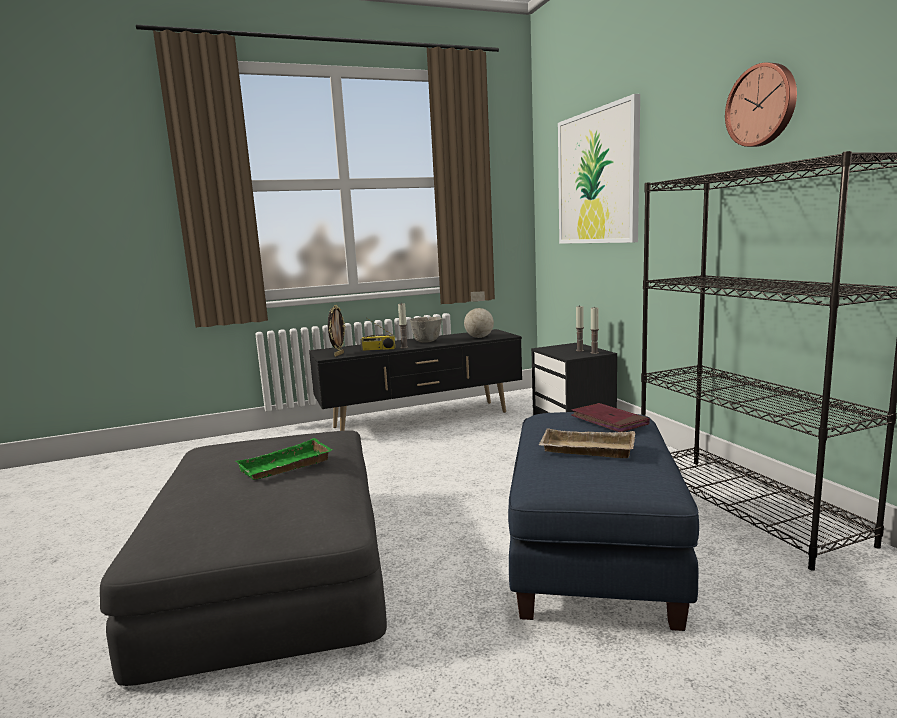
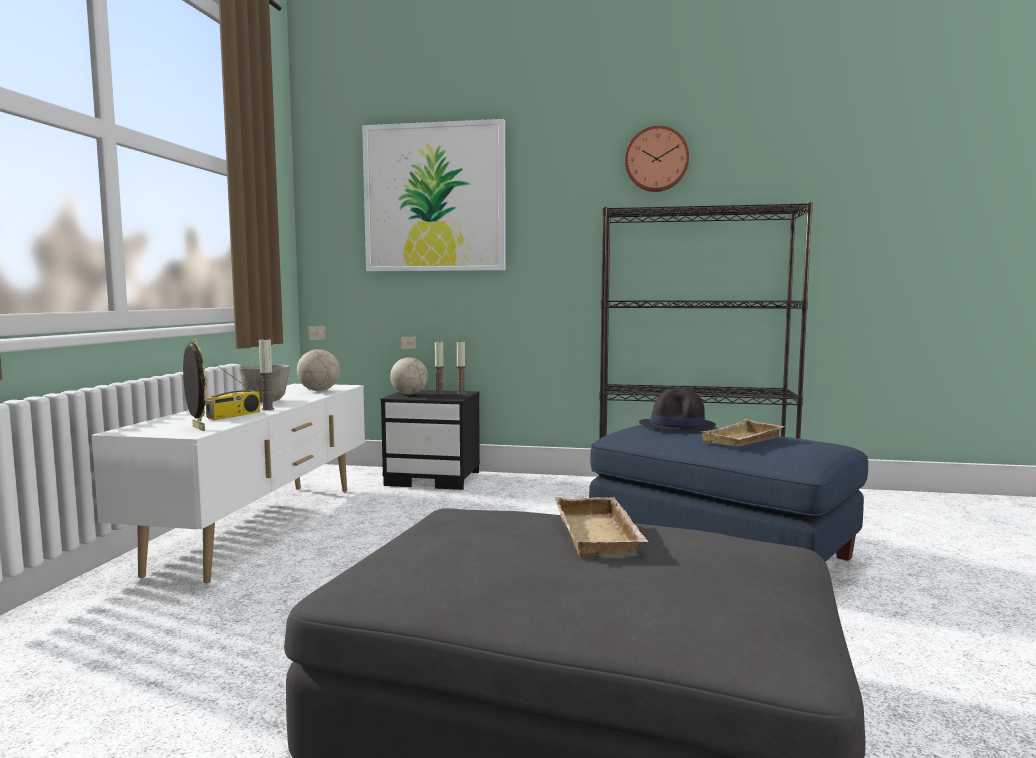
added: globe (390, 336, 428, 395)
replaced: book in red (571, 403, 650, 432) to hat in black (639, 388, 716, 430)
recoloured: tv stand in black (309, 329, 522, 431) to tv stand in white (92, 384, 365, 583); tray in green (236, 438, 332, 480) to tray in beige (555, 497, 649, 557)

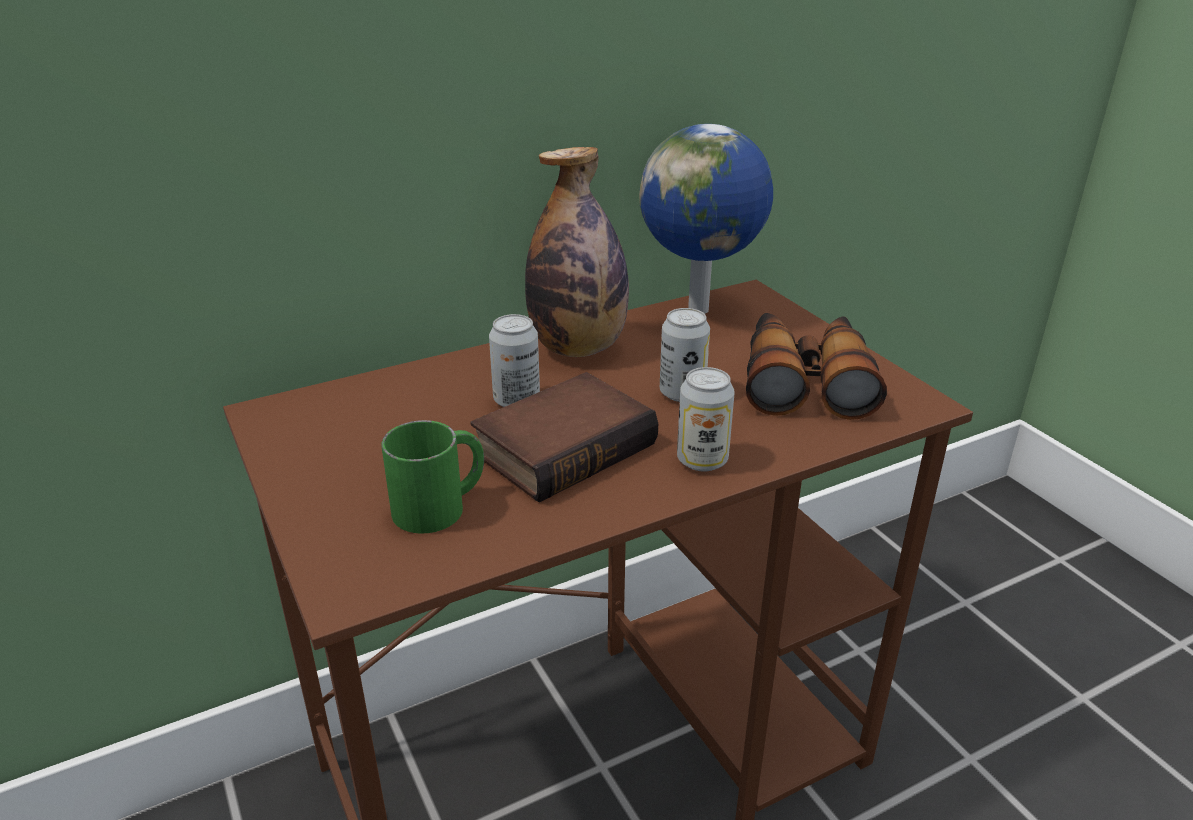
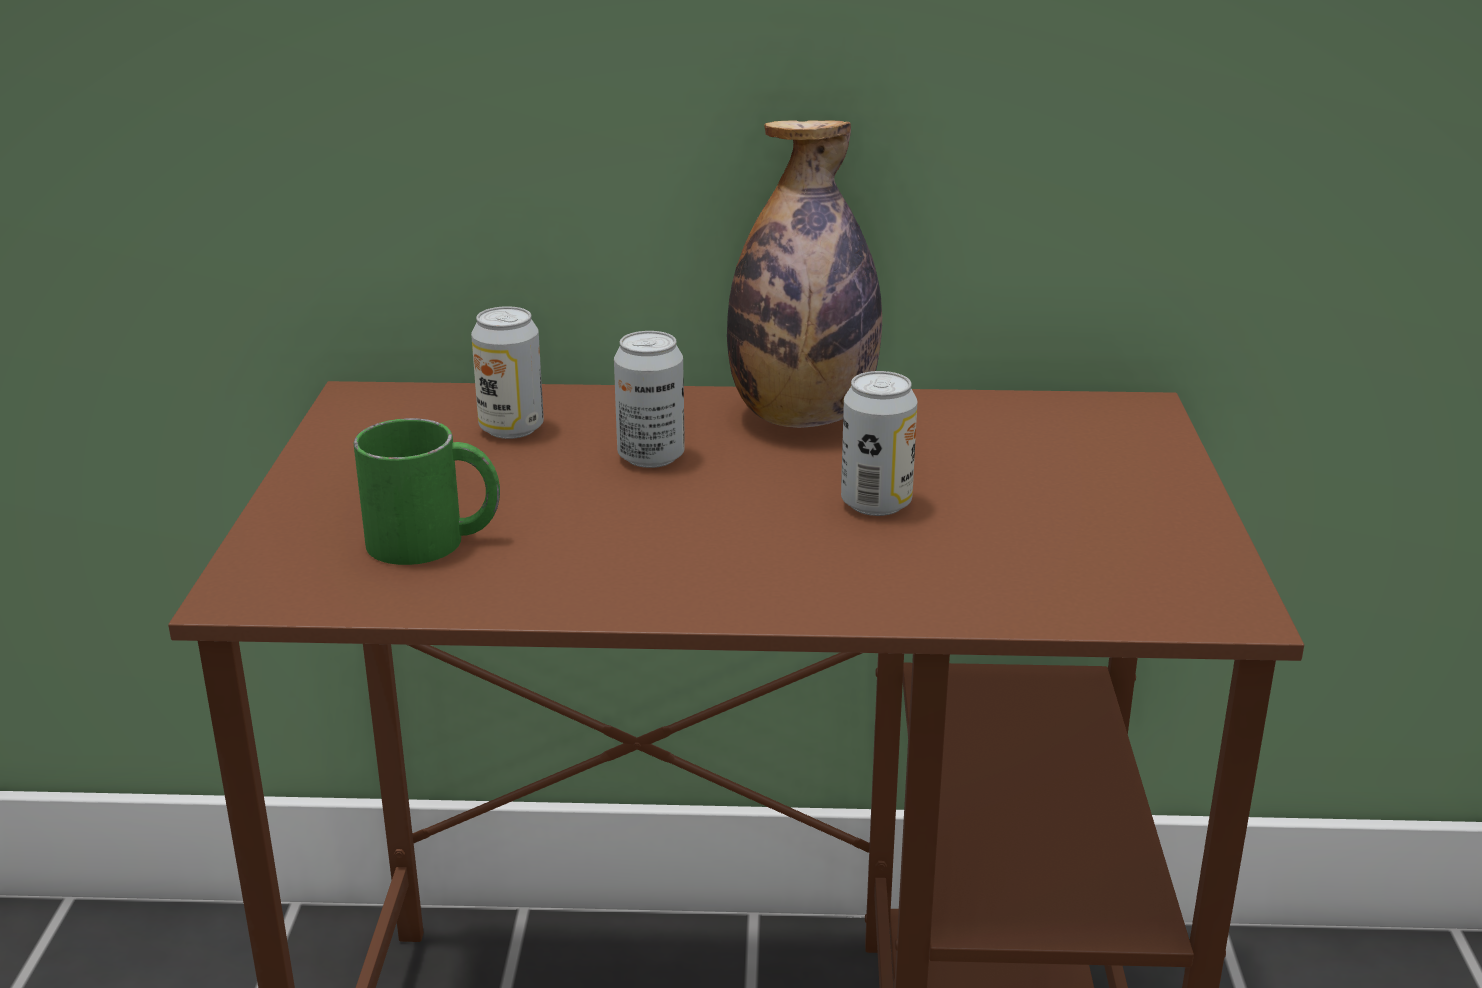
removed: book (470, 372, 658, 502); globe (639, 124, 773, 314); binoculars (746, 313, 887, 420)
moved: can (677, 367, 735, 472) to (471, 306, 544, 439)

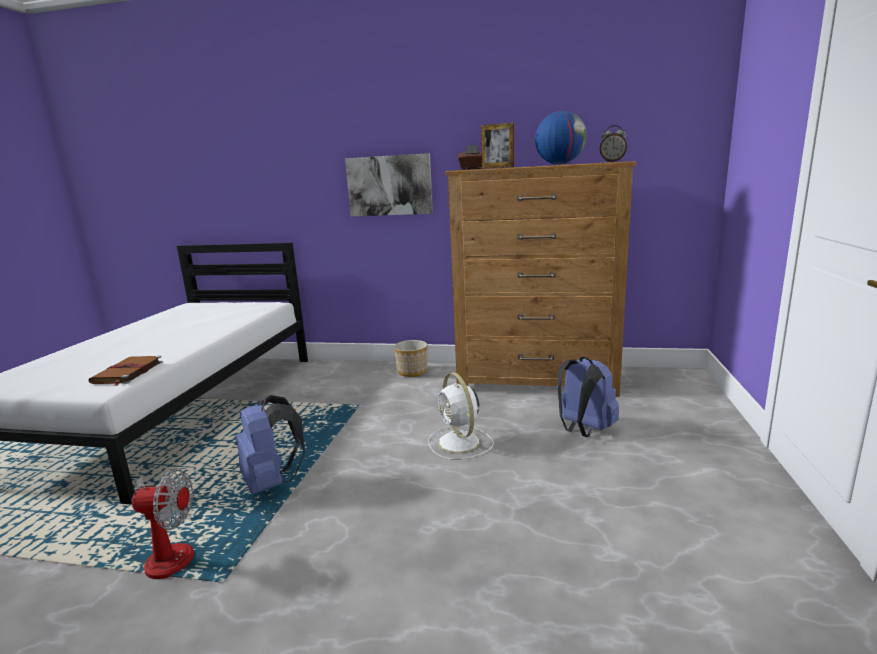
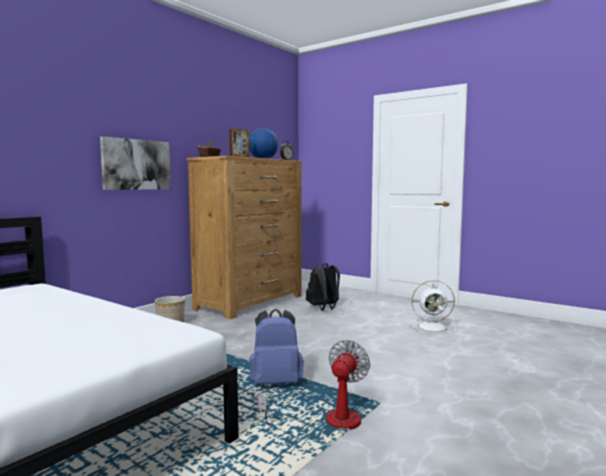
removed: book in brown (88, 356, 163, 386)
moved: fan in white (428, 372, 494, 460) to (409, 280, 455, 334)
recoloured: backpack in blue (557, 357, 619, 437) to backpack in black (306, 263, 340, 311)

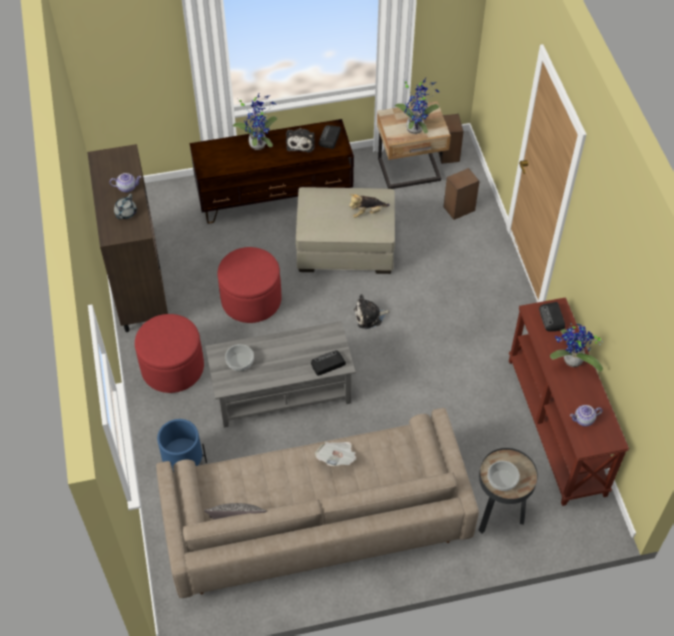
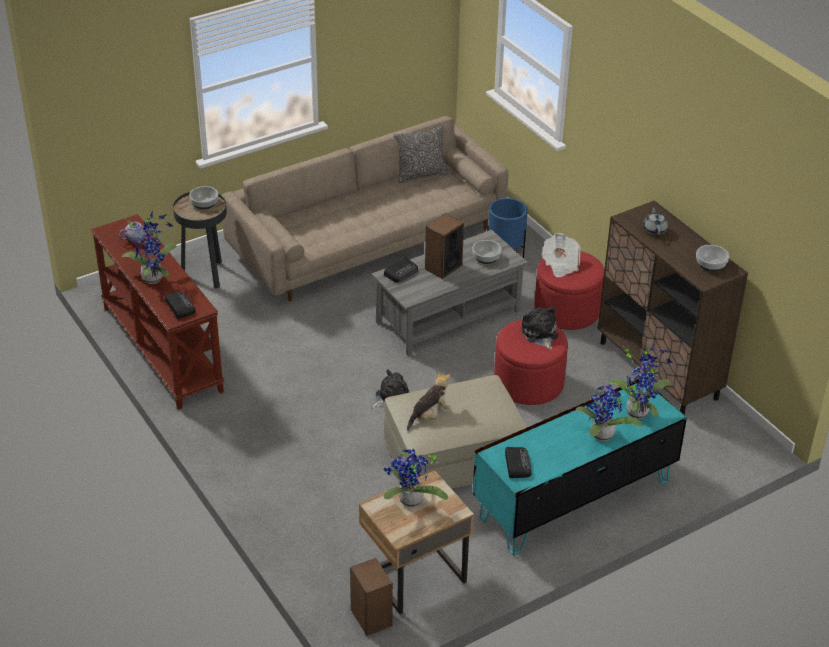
removed: teapot (110, 173, 141, 193)
added: potted plant (609, 344, 673, 419); bowl (696, 245, 729, 271)
moved: speaker (444, 168, 479, 220) to (425, 213, 464, 279); plush toy (286, 128, 315, 153) to (521, 306, 558, 350); newspaper (315, 442, 357, 466) to (541, 233, 581, 277)
recoloured: tv stand in brown (190, 119, 354, 224) to tv stand in turquoise (473, 378, 687, 555)

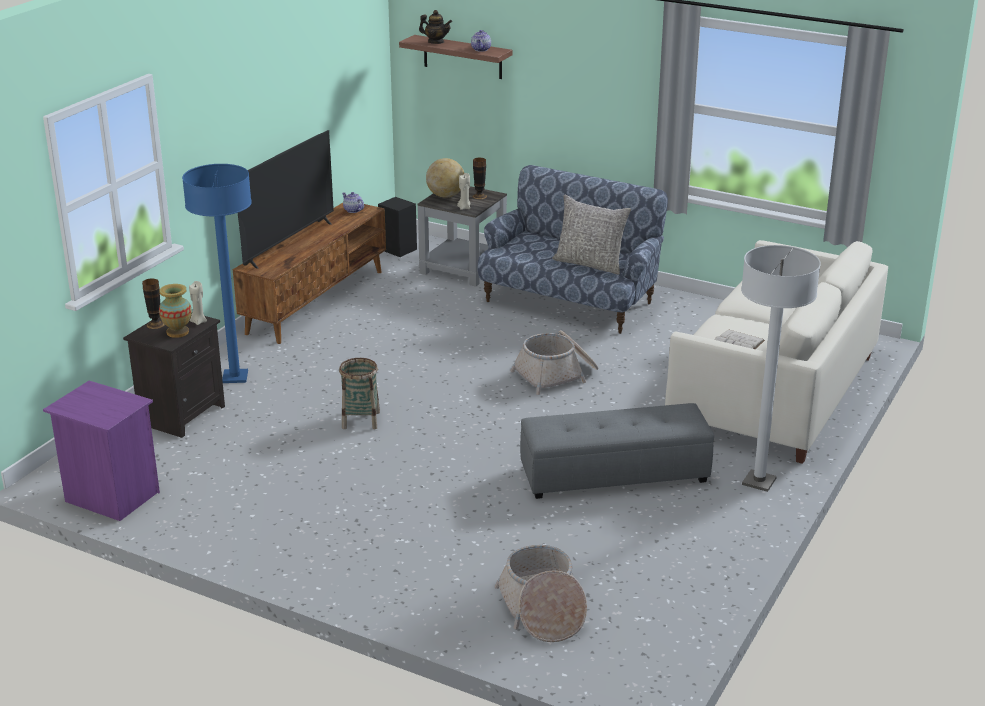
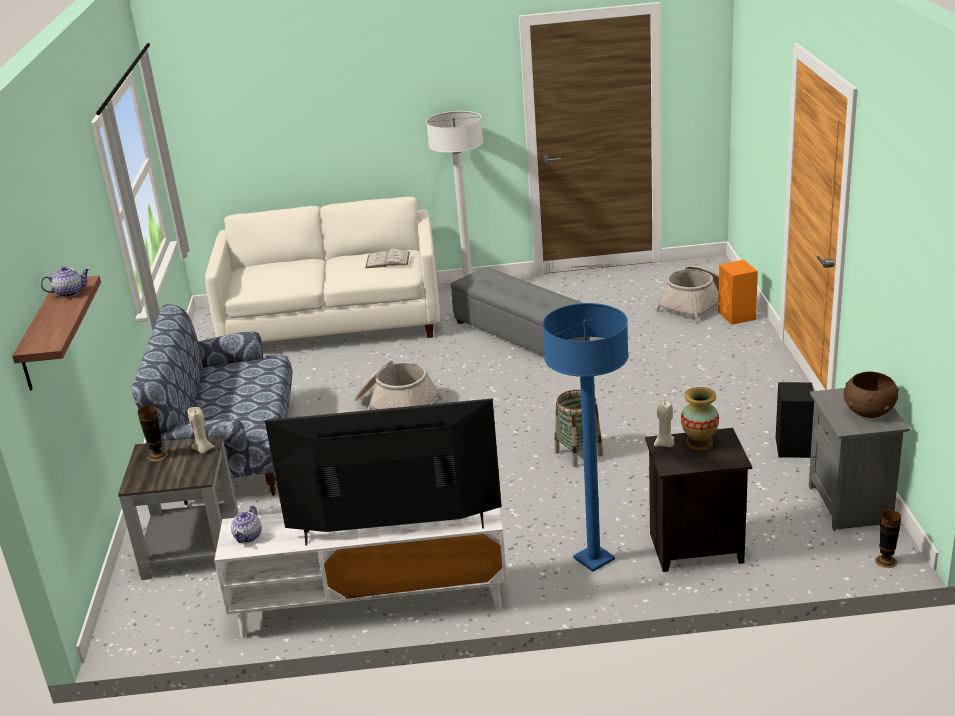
removed: teapot (419, 10, 452, 44); globe (426, 158, 465, 198); pillow in grey (552, 195, 631, 275)
added: speaker in orange (718, 260, 758, 325); bowl in brown (844, 371, 899, 418)
moved: speaker in black (378, 197, 417, 257) to (776, 382, 814, 458); vase (142, 279, 165, 329) to (875, 510, 901, 568)
recoloured: tv stand in brown (233, 203, 386, 344) to tv stand in white (214, 508, 507, 638); nightstand in purple (43, 381, 160, 521) to nightstand in grey (809, 388, 910, 531)

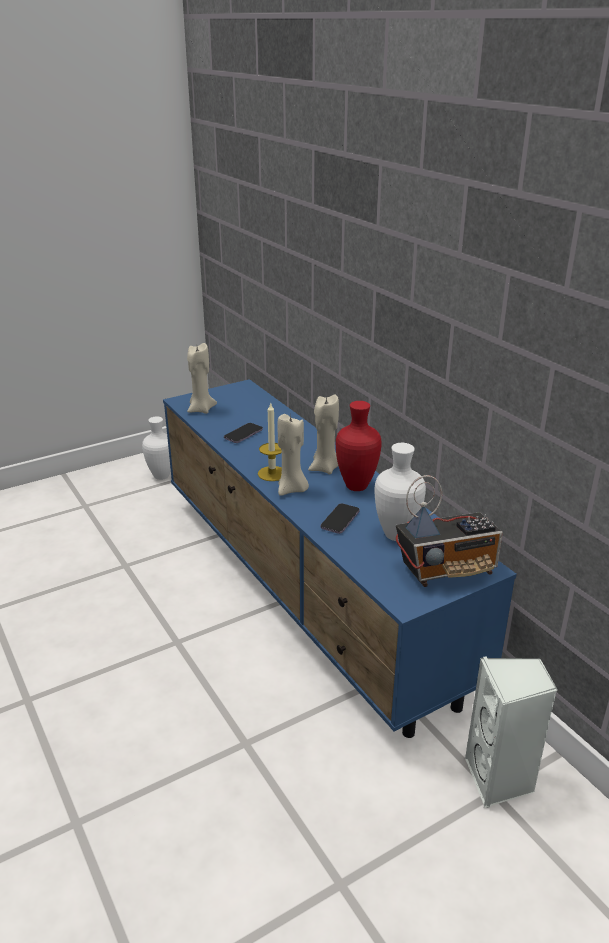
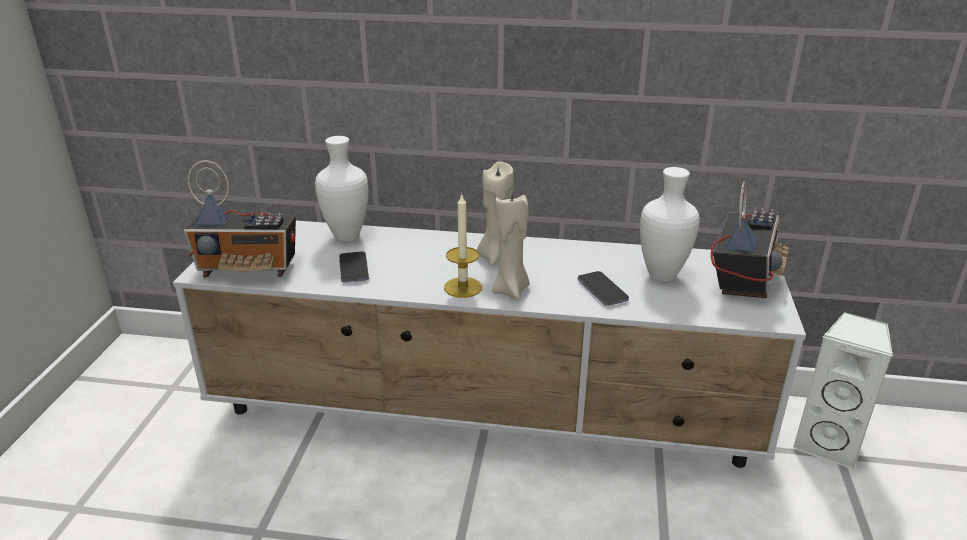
removed: vase in red (336, 401, 381, 491)
moved: vase in white (142, 417, 171, 480) to (315, 136, 368, 241)
replaced: candle in beige (187, 343, 217, 414) to radio (183, 160, 296, 278)
recoloured: tv stand in blue (163, 379, 517, 738) to tv stand in white (173, 221, 806, 468)

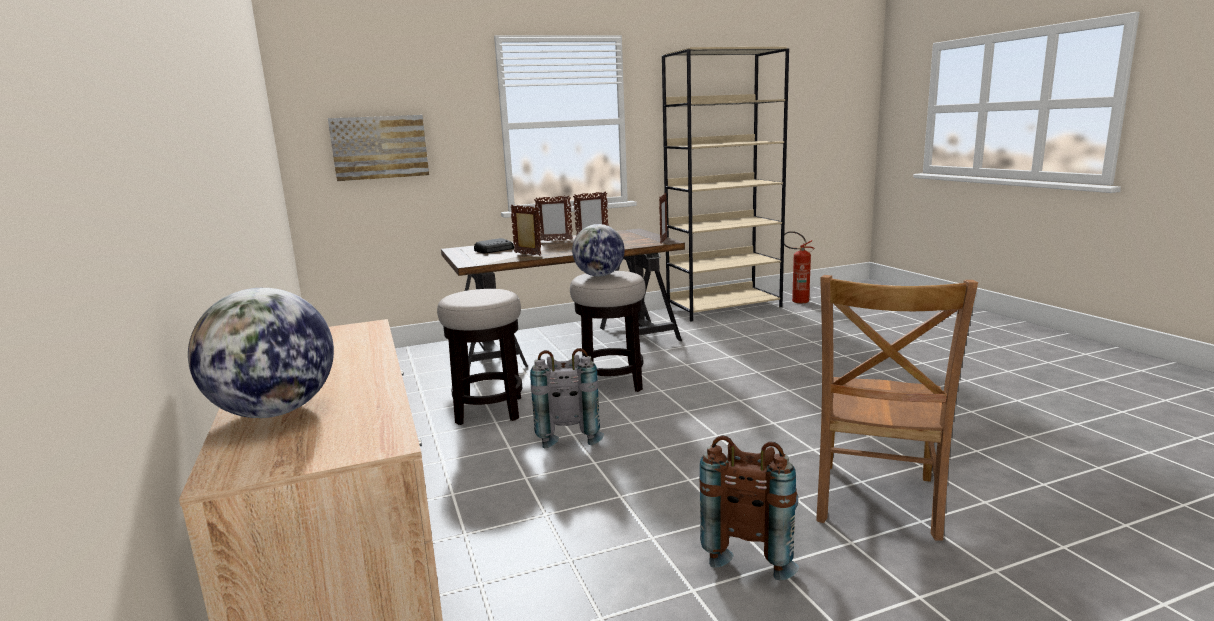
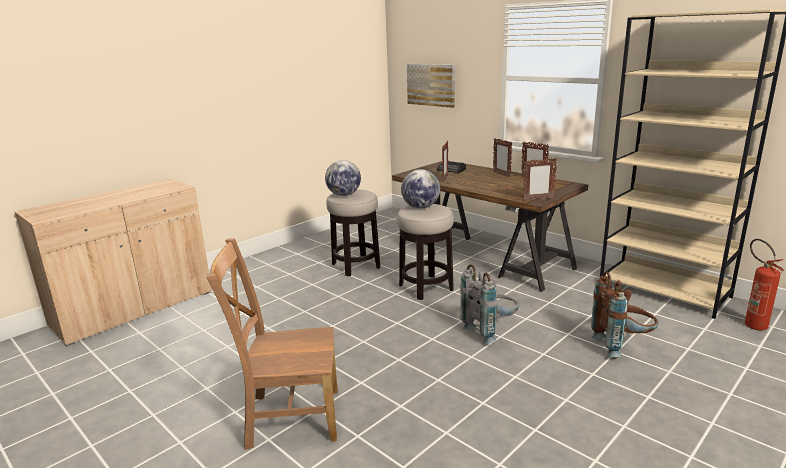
moved: globe (188, 288, 334, 418) to (325, 160, 361, 196); backpack in grey (530, 348, 604, 449) to (460, 264, 519, 344); backpack in brown (699, 435, 799, 581) to (591, 272, 658, 357)

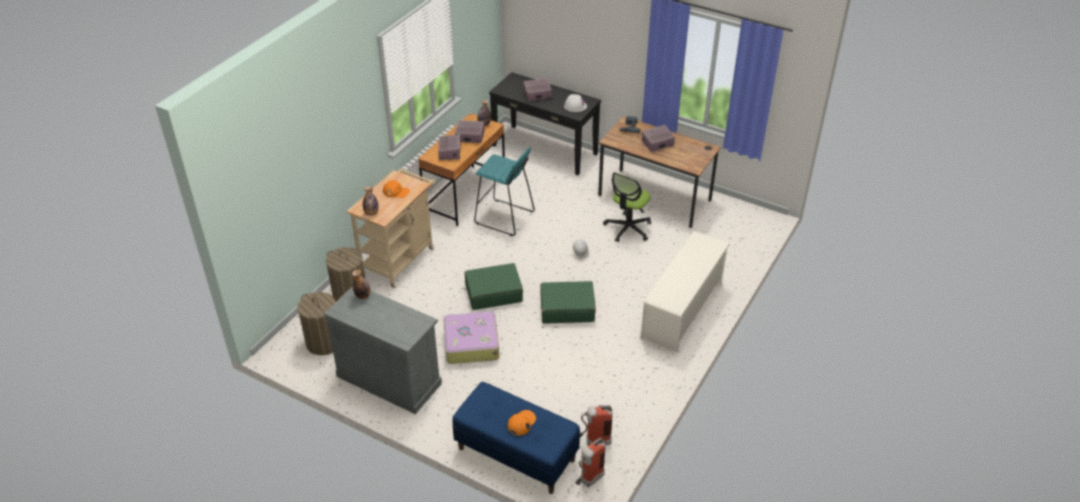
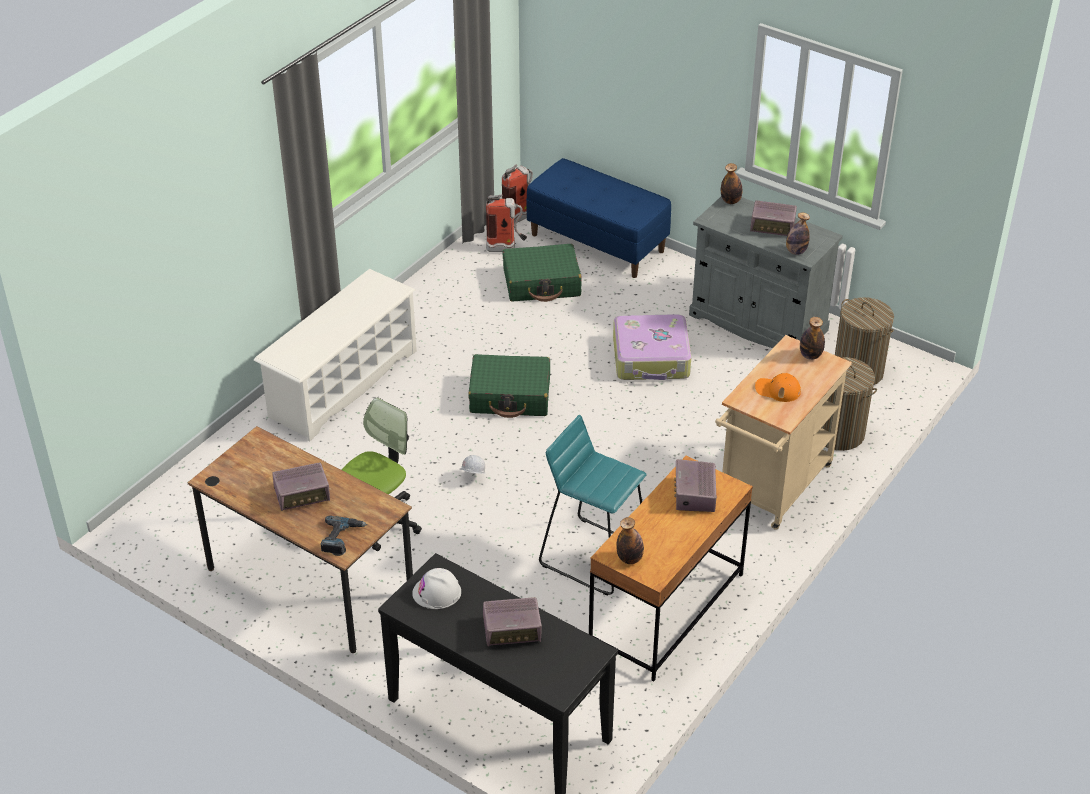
removed: cap in orange (508, 410, 536, 436)
added: bottle (721, 163, 743, 204)
moved: suitcase in green (465, 263, 523, 310) to (503, 244, 582, 302); radio (455, 120, 484, 143) to (750, 200, 797, 236)

